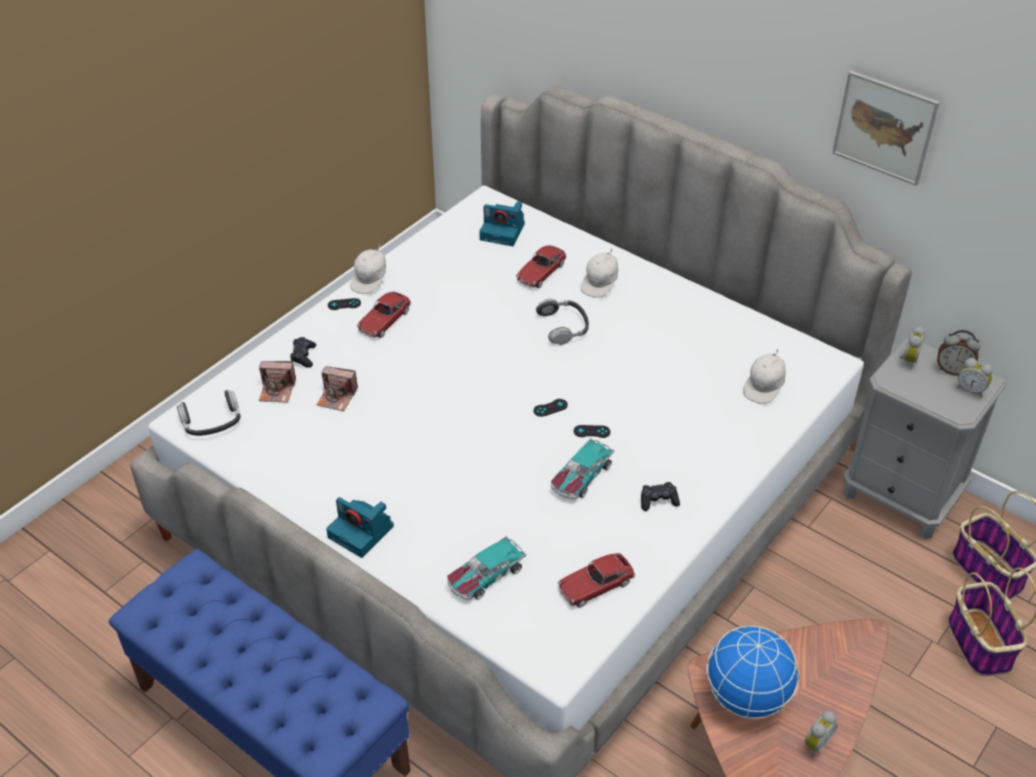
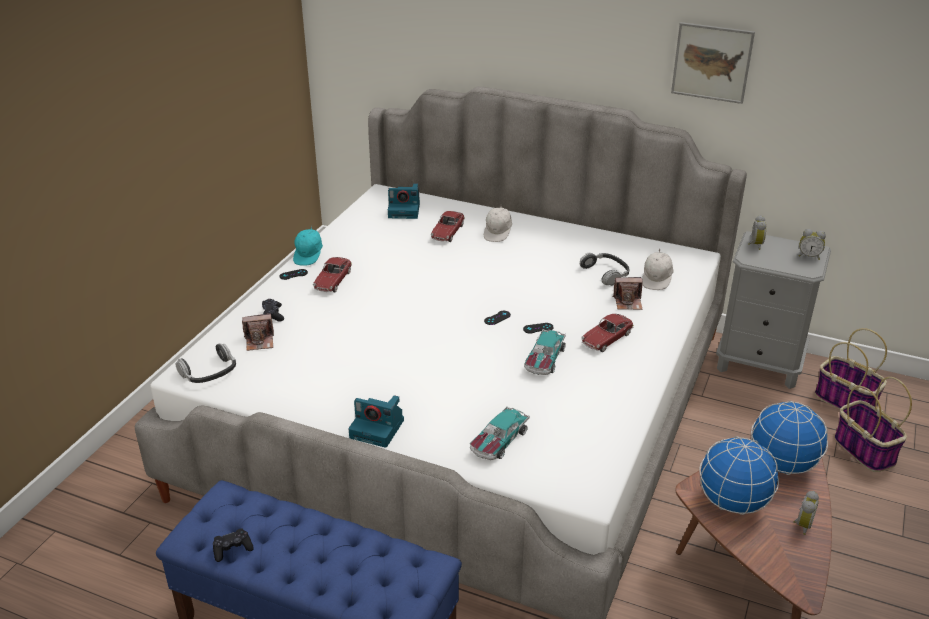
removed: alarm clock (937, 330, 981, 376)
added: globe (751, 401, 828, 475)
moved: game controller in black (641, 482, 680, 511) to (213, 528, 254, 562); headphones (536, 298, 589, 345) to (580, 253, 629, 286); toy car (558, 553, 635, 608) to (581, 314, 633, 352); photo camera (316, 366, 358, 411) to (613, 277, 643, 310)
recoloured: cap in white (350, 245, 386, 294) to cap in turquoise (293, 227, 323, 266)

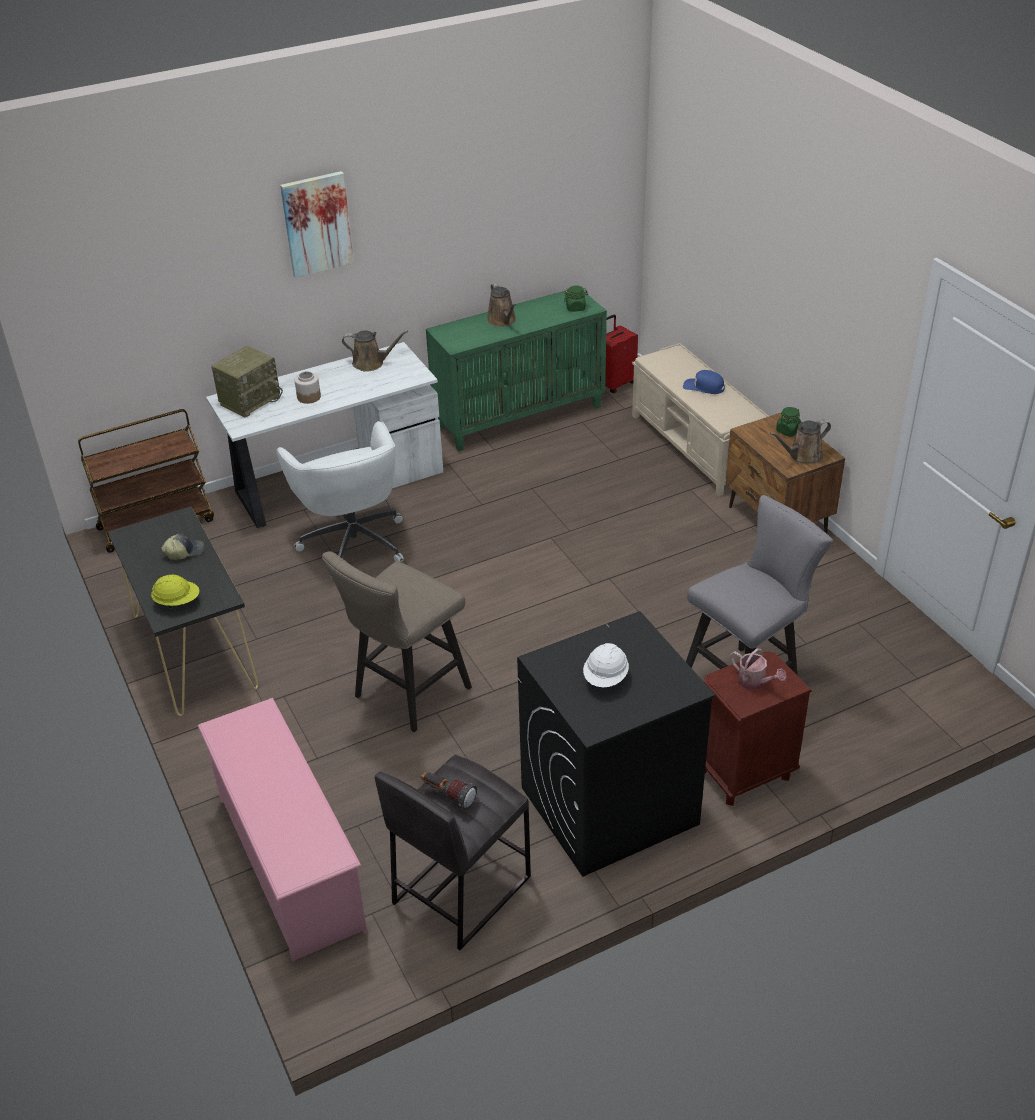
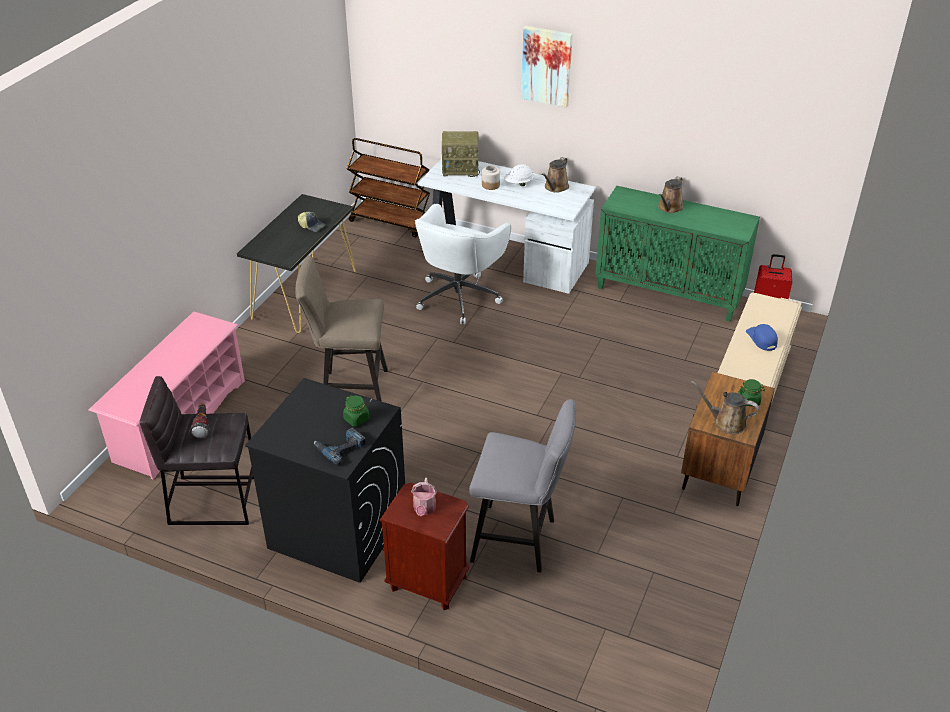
removed: hard hat in yellow (151, 575, 200, 609)
added: power drill (314, 428, 366, 465)
moved: jar in green (564, 285, 588, 311) to (343, 395, 369, 427); hard hat in white (583, 643, 629, 687) to (504, 164, 534, 186)
turned: watering can in brown (342, 331, 408, 372) = (542, 157, 569, 193) 60 degrees clockwise

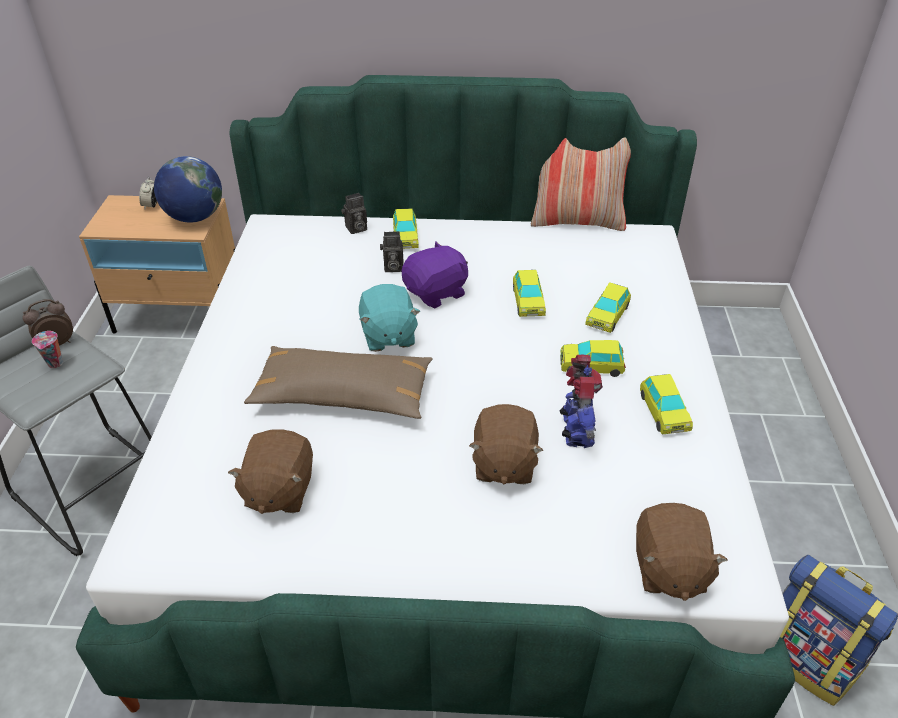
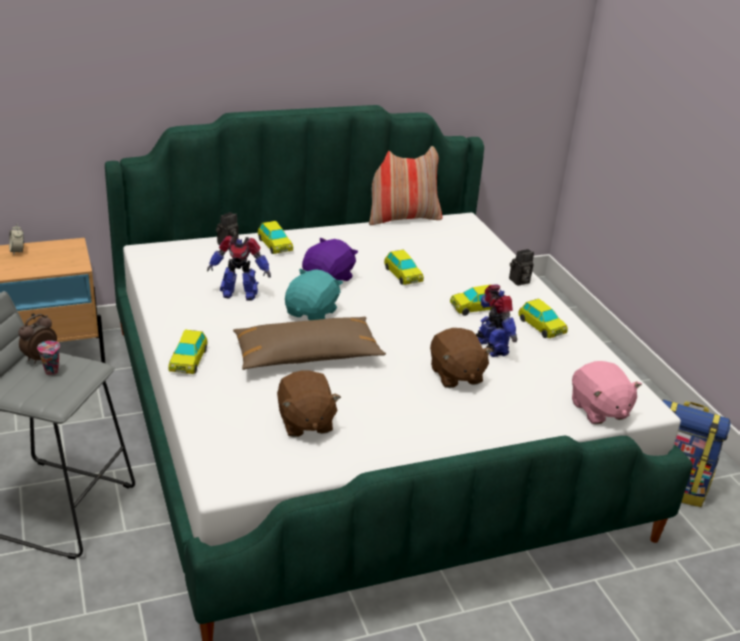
removed: globe (154, 156, 222, 223)
added: toy robot (207, 236, 271, 301)
moved: toy car (585, 283, 631, 333) to (168, 330, 208, 374); photo camera (380, 231, 404, 272) to (509, 249, 534, 285)
recoloured: plush toy in brown (636, 503, 728, 601) to plush toy in pink (572, 361, 642, 425)
turned: plush toy in turquoise (359, 284, 420, 352) = (285, 269, 343, 320) 120 degrees counterclockwise

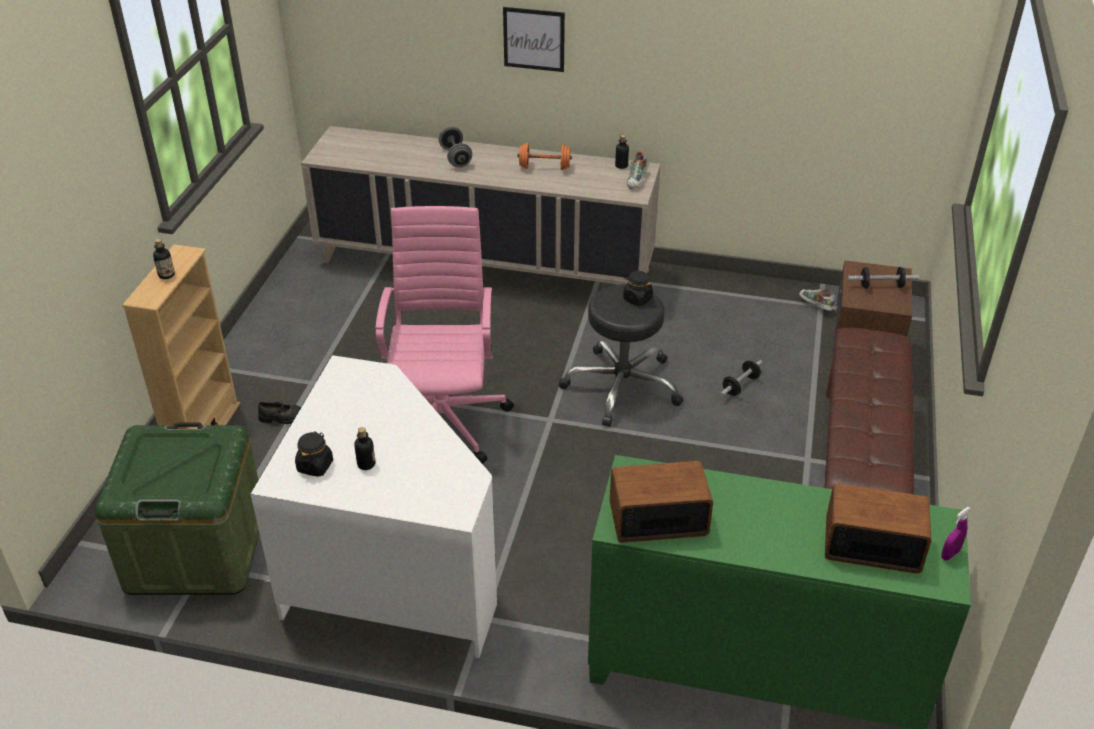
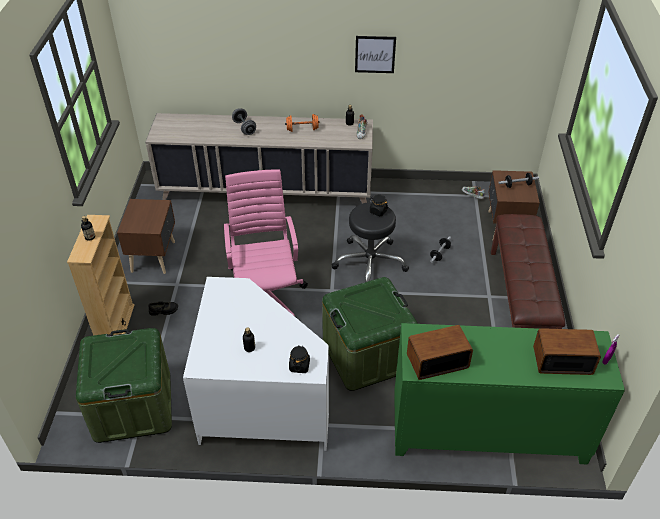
added: nightstand in brown (117, 199, 175, 274); storage box in green (322, 277, 418, 391)
moved: jar in black (295, 431, 333, 477) to (289, 345, 310, 373); picture (503, 7, 565, 72) to (355, 36, 396, 73)

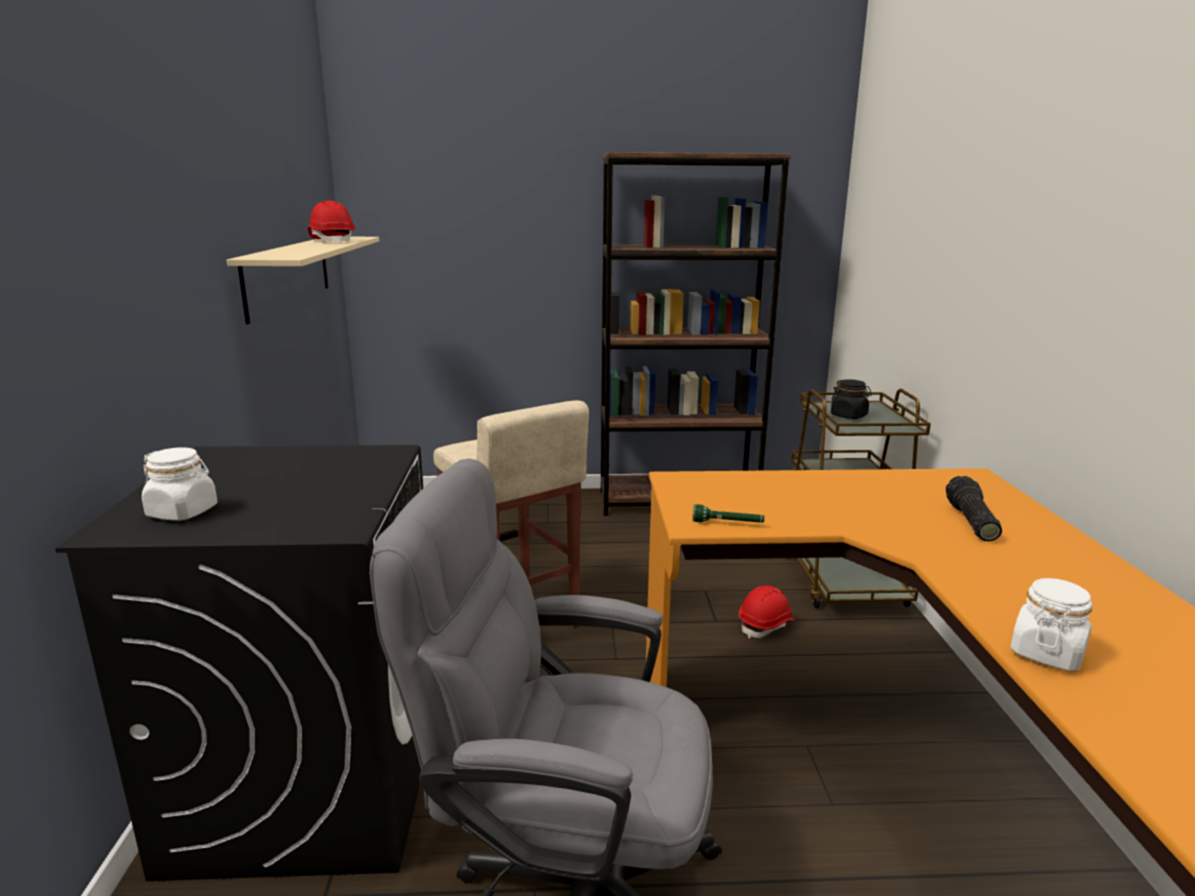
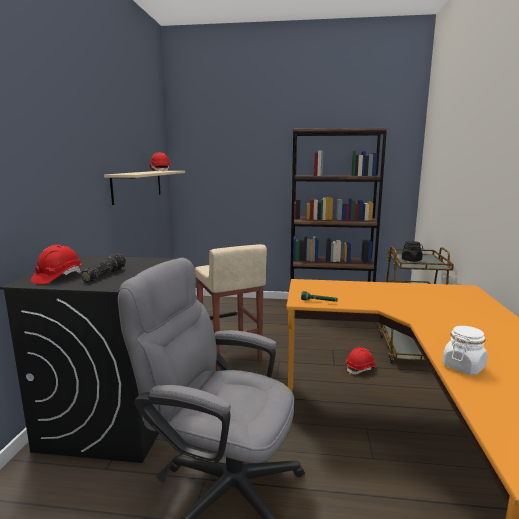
moved: flashlight (946, 476, 1002, 542) to (81, 253, 126, 282)
replaced: jar in white (142, 447, 217, 521) to hard hat in red (31, 245, 82, 284)

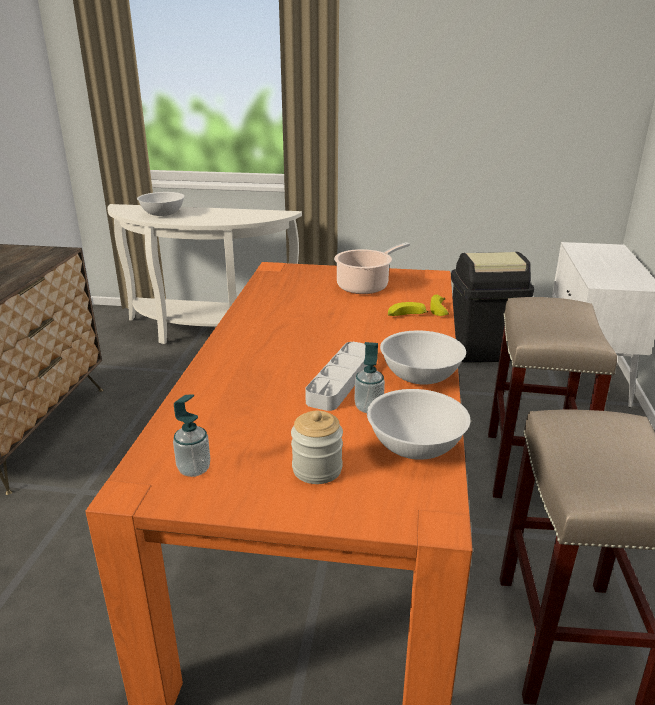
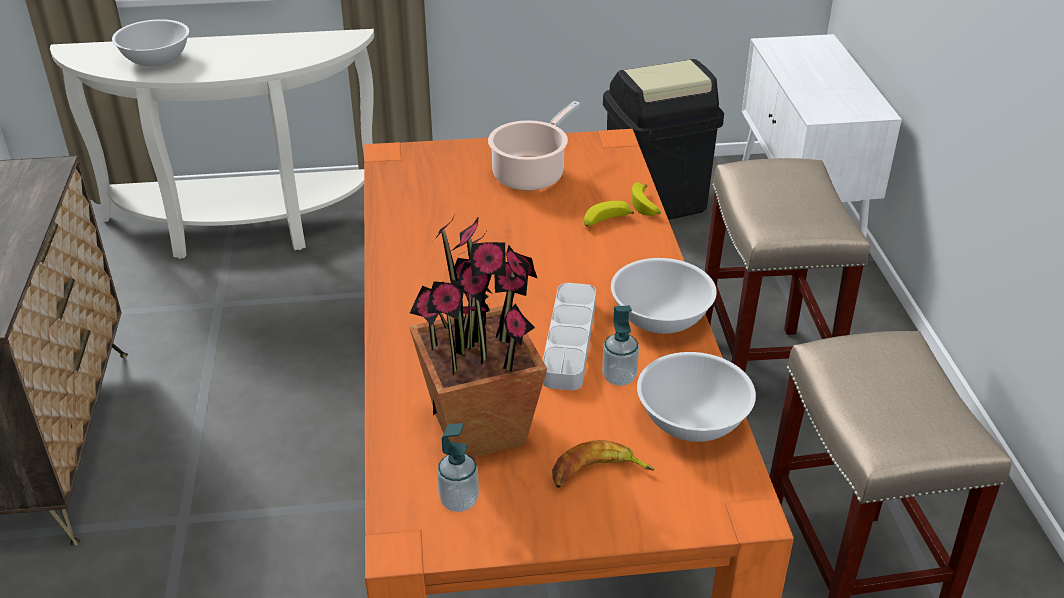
added: potted plant (409, 216, 547, 458)
replaced: jar (291, 411, 343, 484) to banana (552, 440, 654, 488)

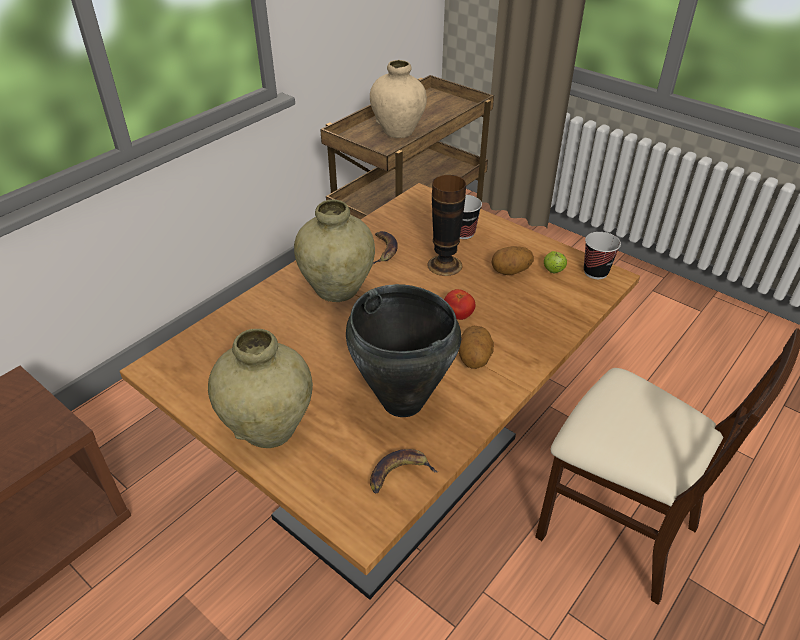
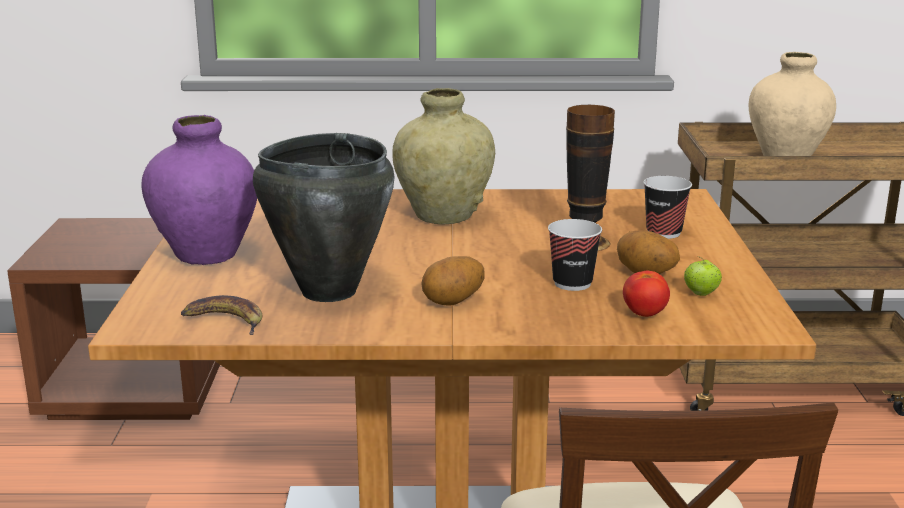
removed: banana (373, 231, 398, 264)
moved: cup (584, 232, 621, 279) to (548, 219, 602, 291); tomato (444, 289, 475, 320) to (623, 271, 670, 317)
recoloured: vase in beige (208, 329, 313, 448) to vase in purple (141, 115, 257, 265)

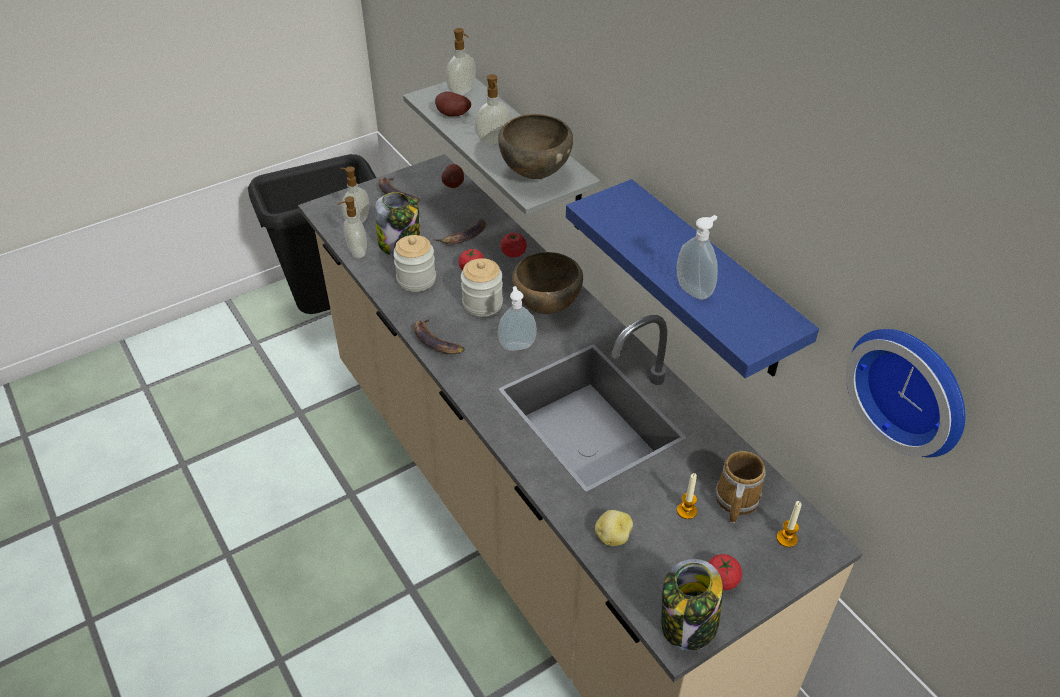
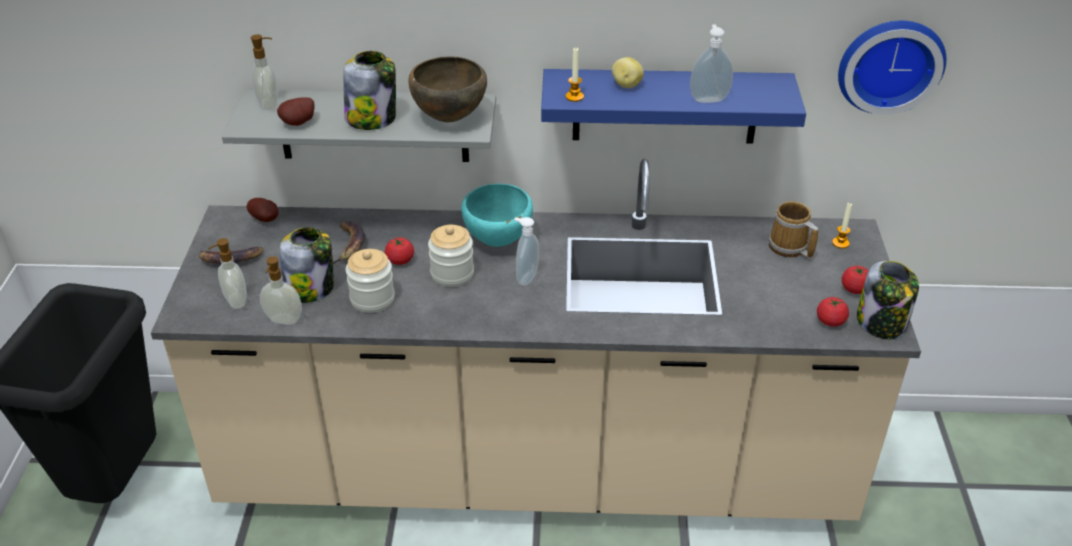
removed: banana (414, 317, 465, 354)
moved: candle (677, 473, 697, 519) to (565, 47, 584, 102); potato (595, 510, 633, 546) to (612, 57, 644, 88); tomato (501, 233, 527, 257) to (817, 297, 849, 327)
replaced: soap dispenser (474, 74, 512, 144) to jar (343, 51, 396, 130)
recoloured: bowl in brown (512, 252, 583, 314) to bowl in turquoise (461, 184, 533, 247)

